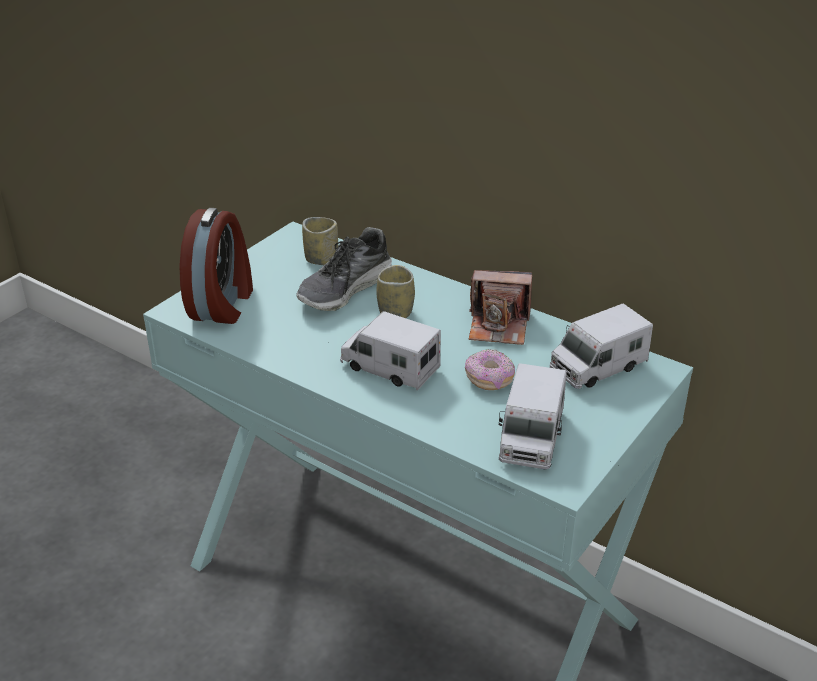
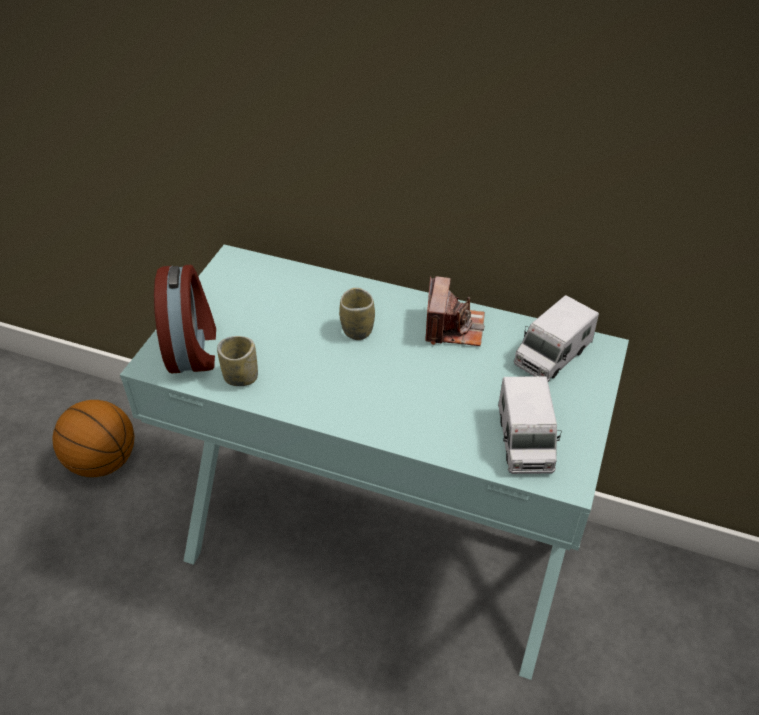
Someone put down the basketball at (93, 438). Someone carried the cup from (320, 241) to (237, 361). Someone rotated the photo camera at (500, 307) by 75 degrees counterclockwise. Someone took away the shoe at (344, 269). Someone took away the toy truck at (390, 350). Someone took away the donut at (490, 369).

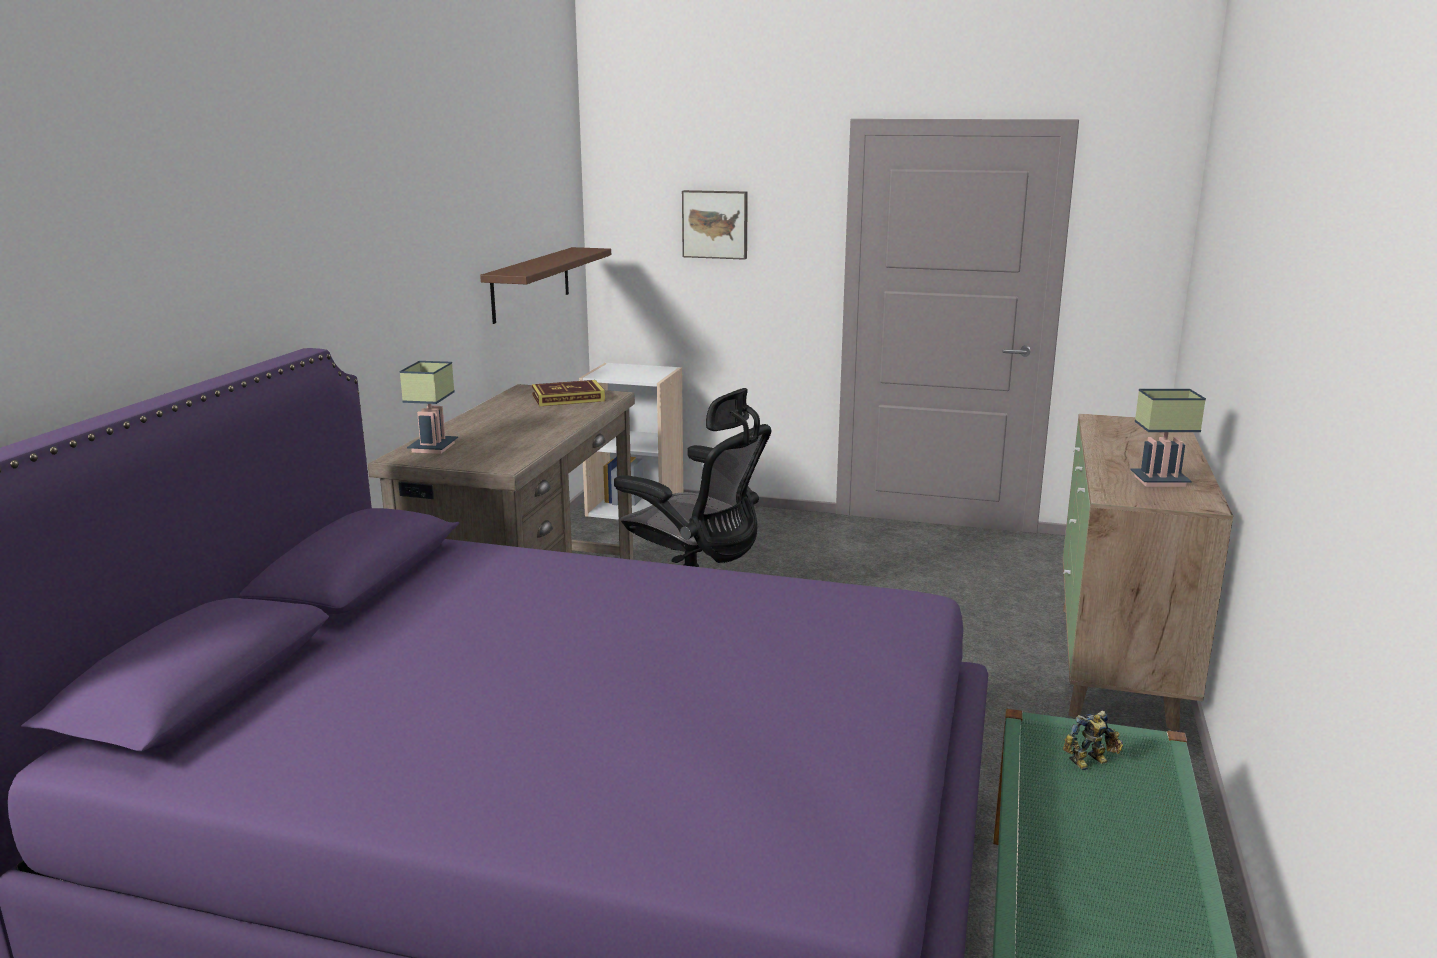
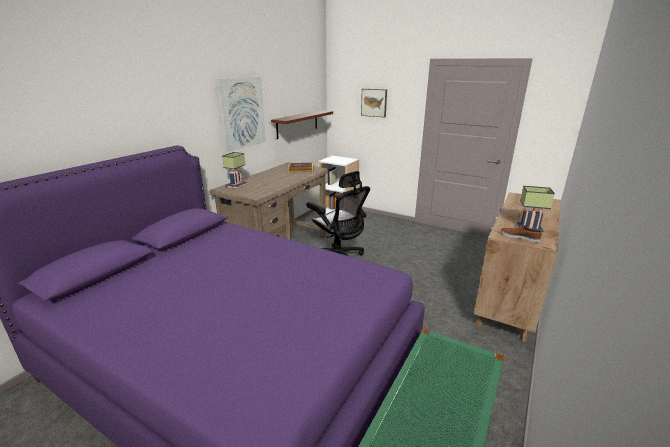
Someone put up the picture at (241, 114). Someone put down the shoe (brown) at (521, 233). Someone took away the toy robot at (1093, 740).

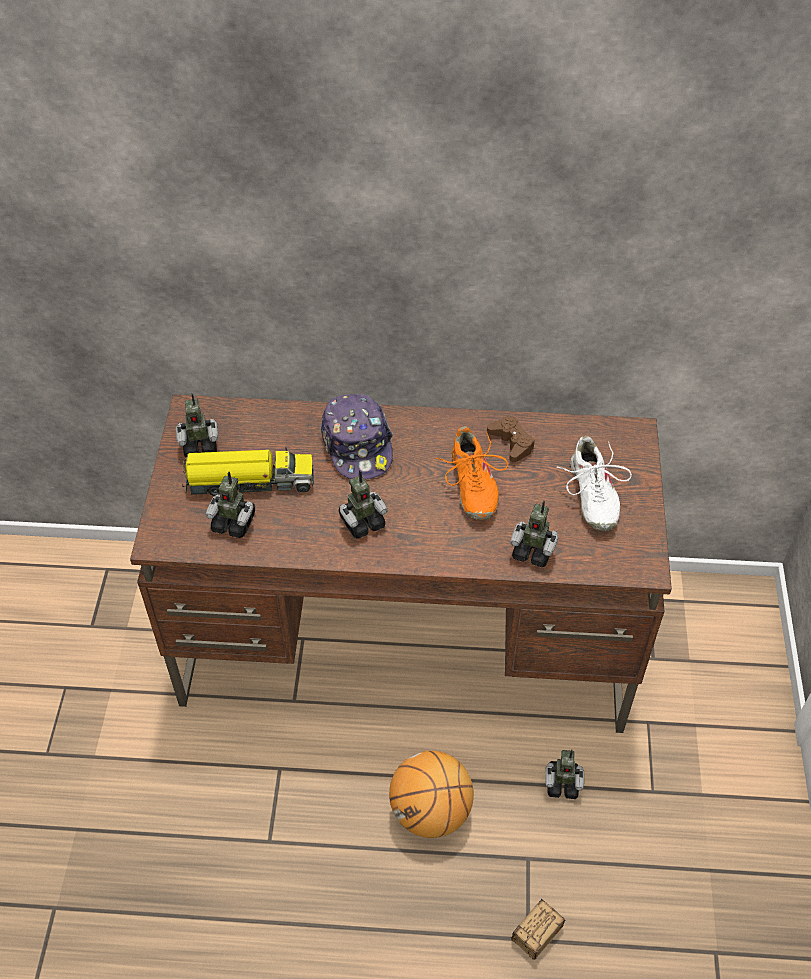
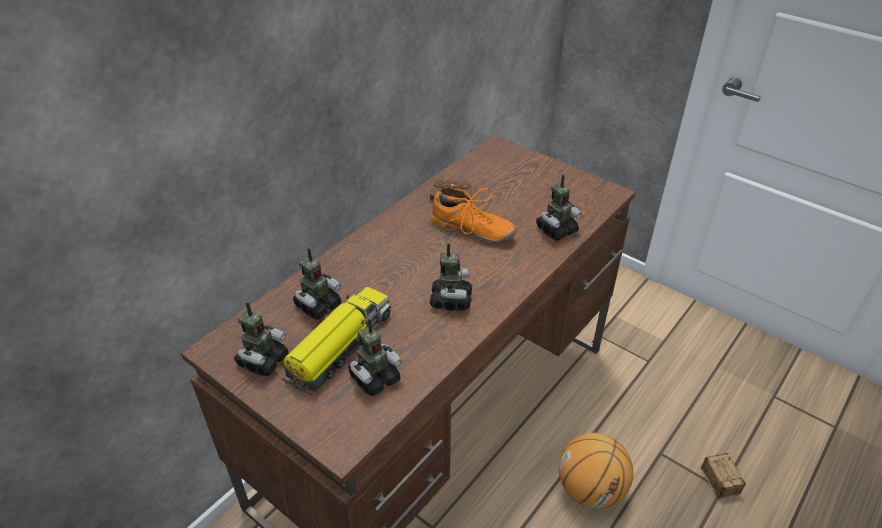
Someone carried the toy robot from (564, 774) to (317, 284). Someone took away the cap at (356, 436). Someone took away the shoe (white) at (594, 483).

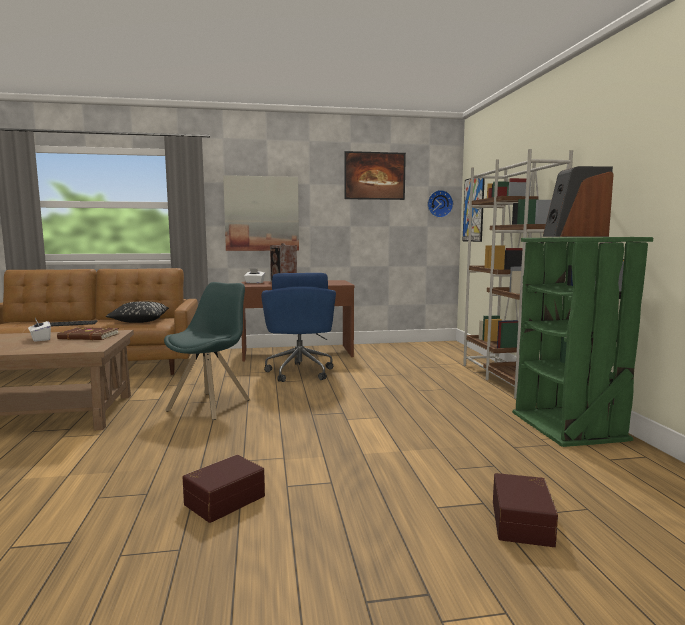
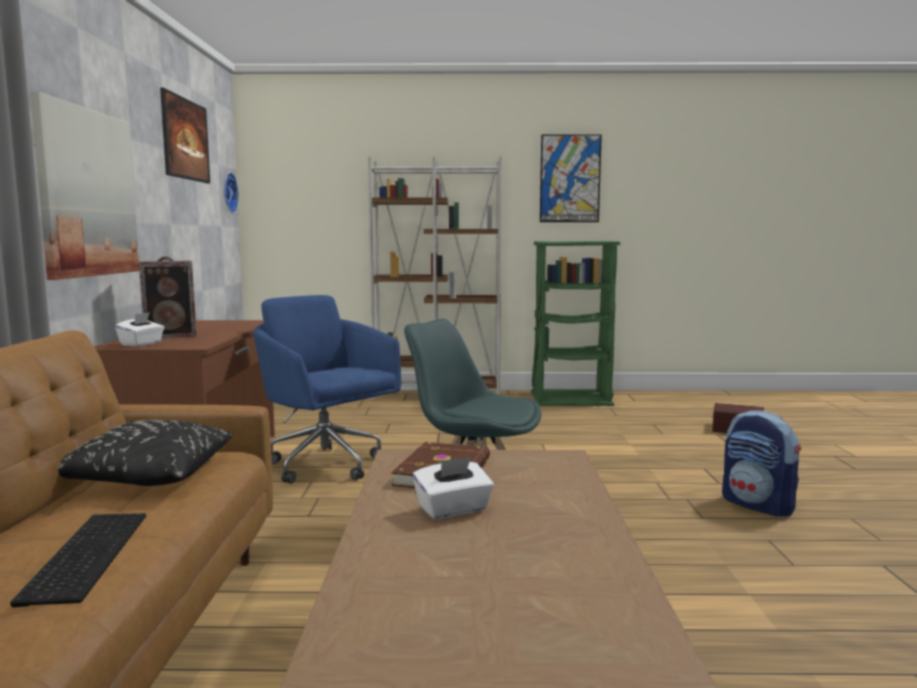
Someone rotated the office chair (blue) at (298, 327) by 135 degrees counterclockwise. Someone carried the picture from (474, 210) to (571, 178). Someone swapped the storage box (brown) at (224, 489) for the backpack at (761, 463). Someone took away the speaker at (578, 201).

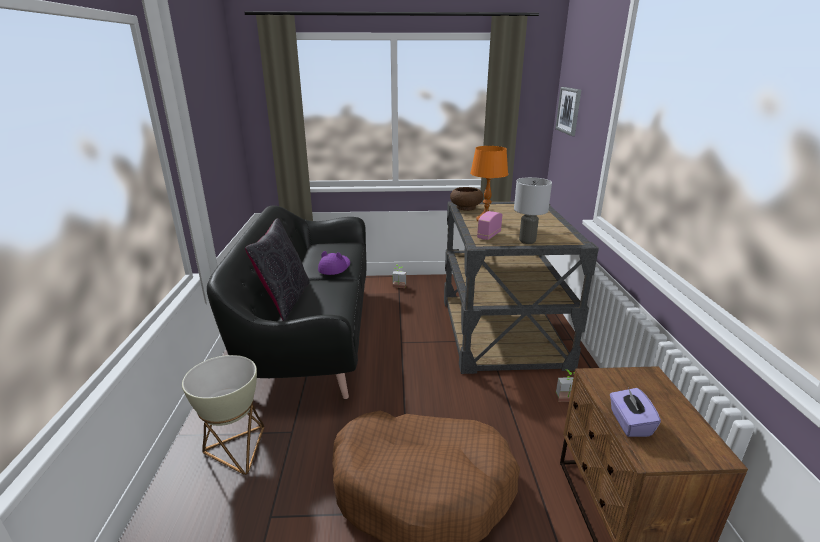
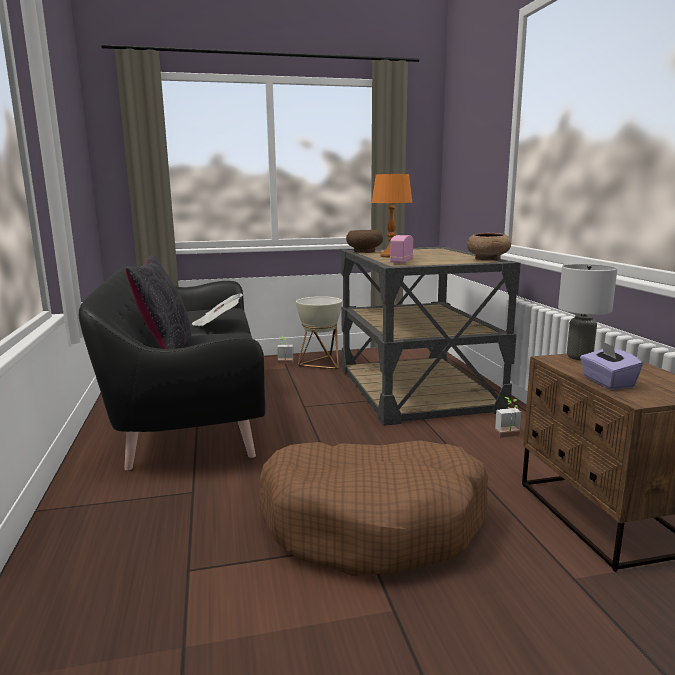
Someone swapped the hat (purple) at (334, 263) for the newspaper at (217, 310). Someone carried the planter from (223, 415) to (319, 332). Someone put down the bowl (brown) at (489, 247). Someone carried the table lamp (white) from (533, 210) to (588, 312). Someone took away the picture at (568, 111).

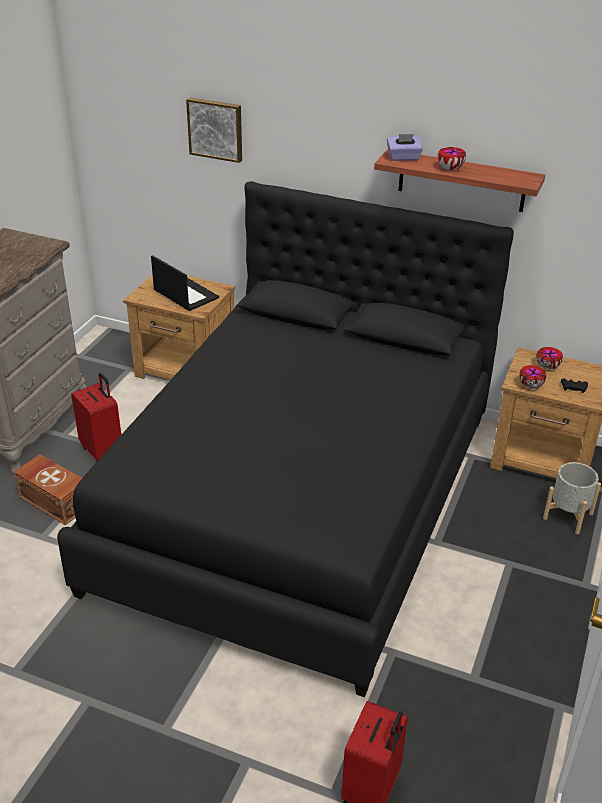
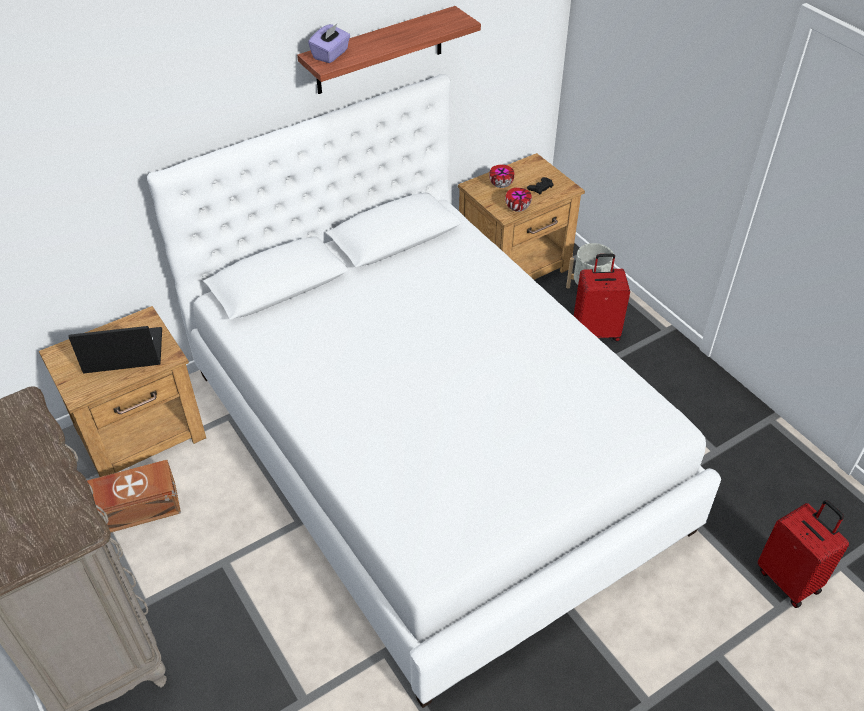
Someone carried the storage box (brown) from (48, 489) to (134, 496). Someone repainted the bed (black) at (285, 439), which became the bed (white) at (434, 391). Someone carried the suitcase (red) from (96, 417) to (602, 297). Someone took away the picture at (214, 130). Someone took away the bowl at (452, 158).

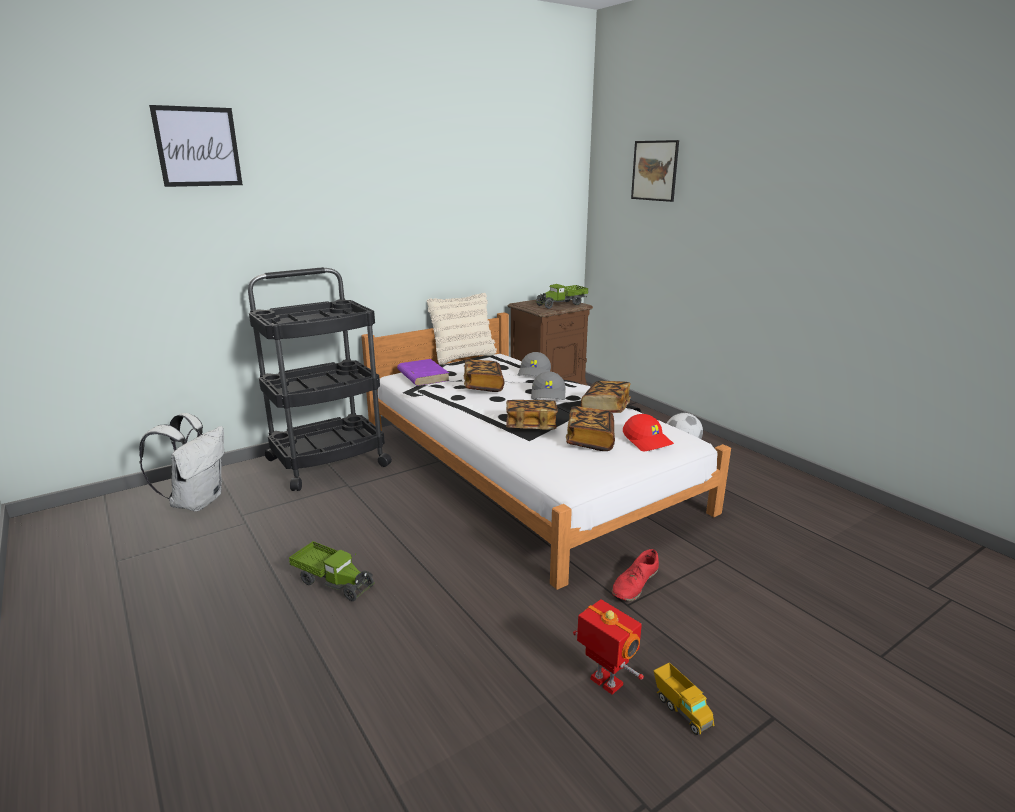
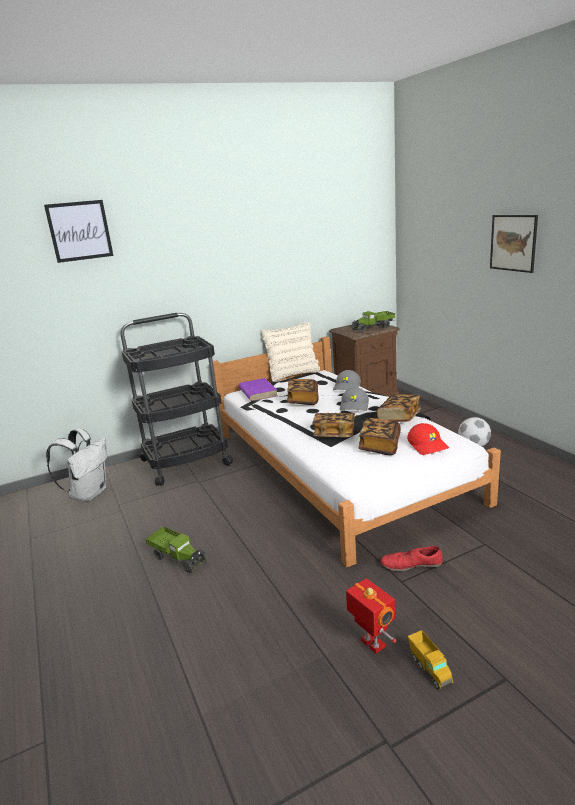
Someone rotated the shoe (red) at (635, 575) by 45 degrees clockwise. Someone carried the picture from (655, 171) to (514, 244).

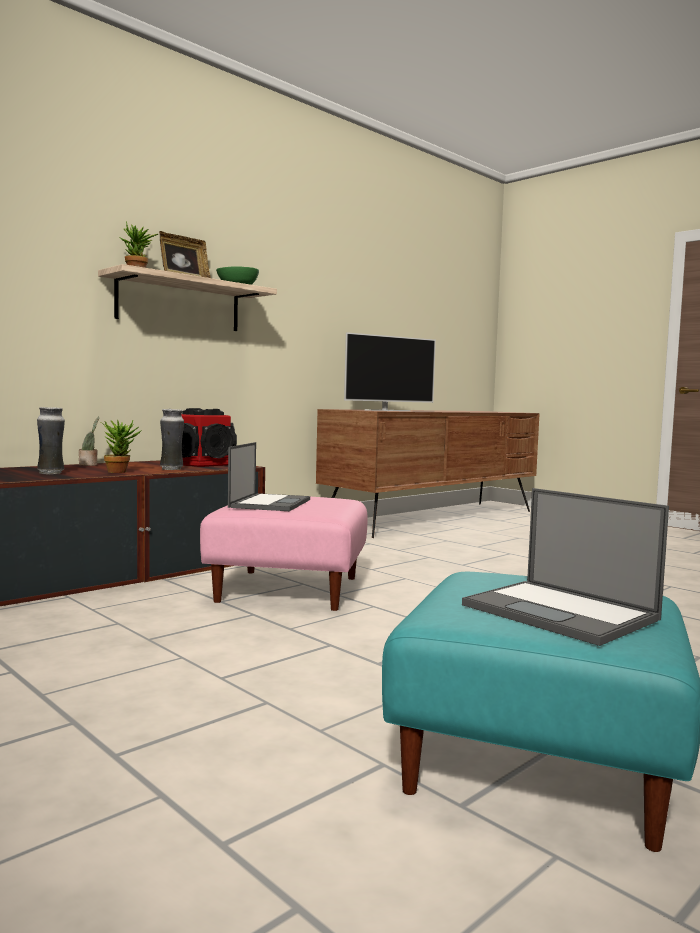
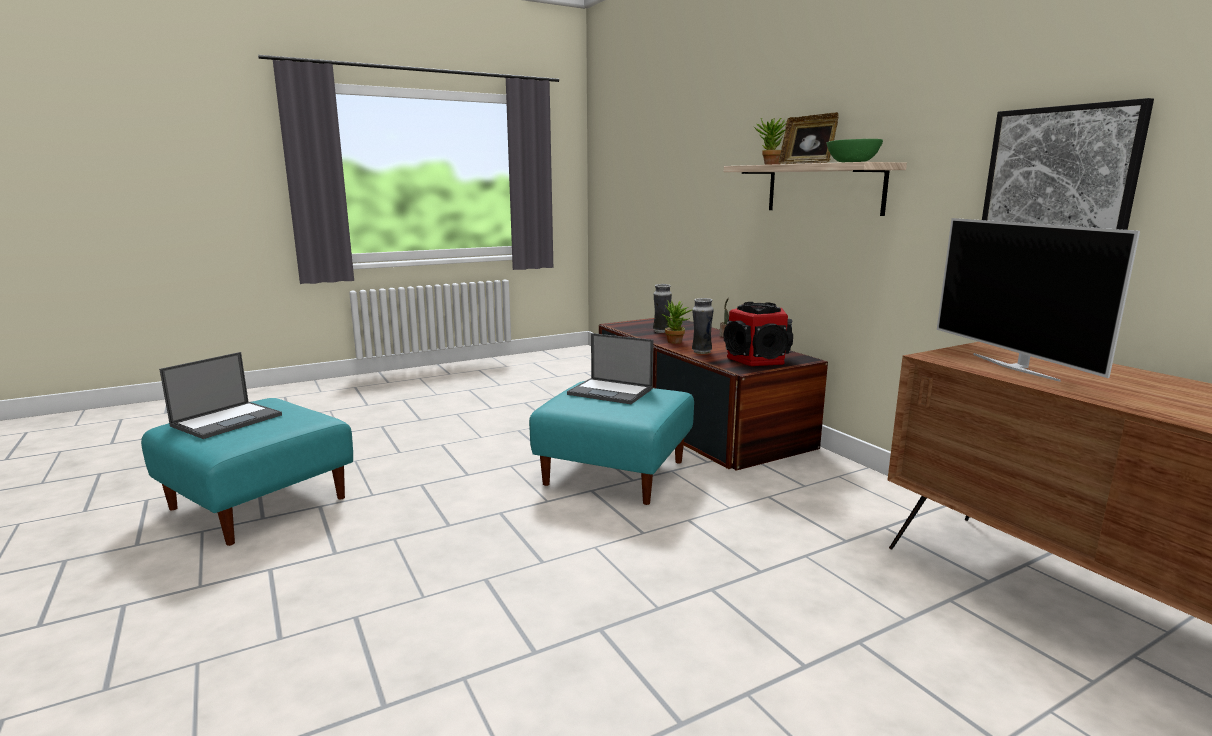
Someone rotated the laptop at (565, 567) by 150 degrees clockwise. Someone repainted the ottoman (pink) at (284, 554), which became the ottoman (turquoise) at (611, 443). Someone put up the picture at (1068, 164).

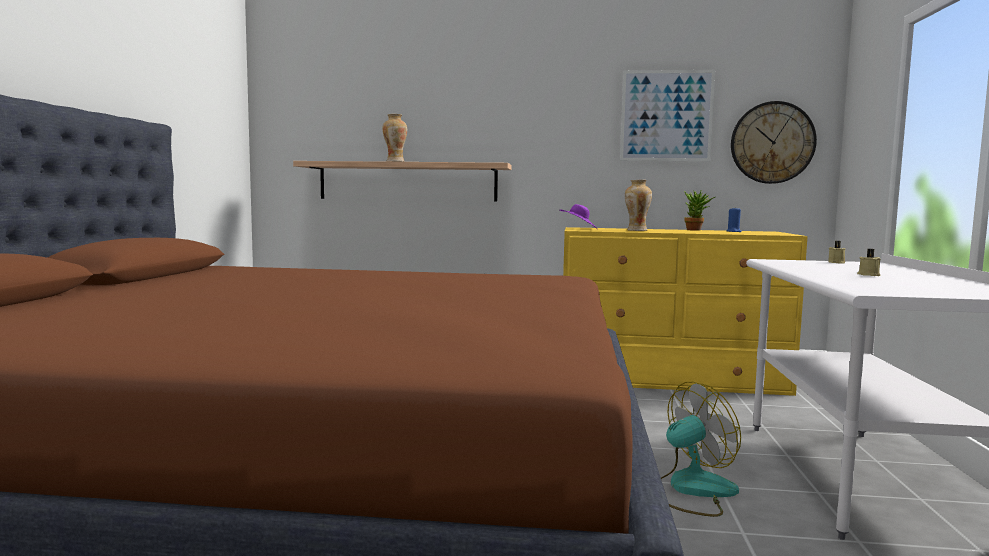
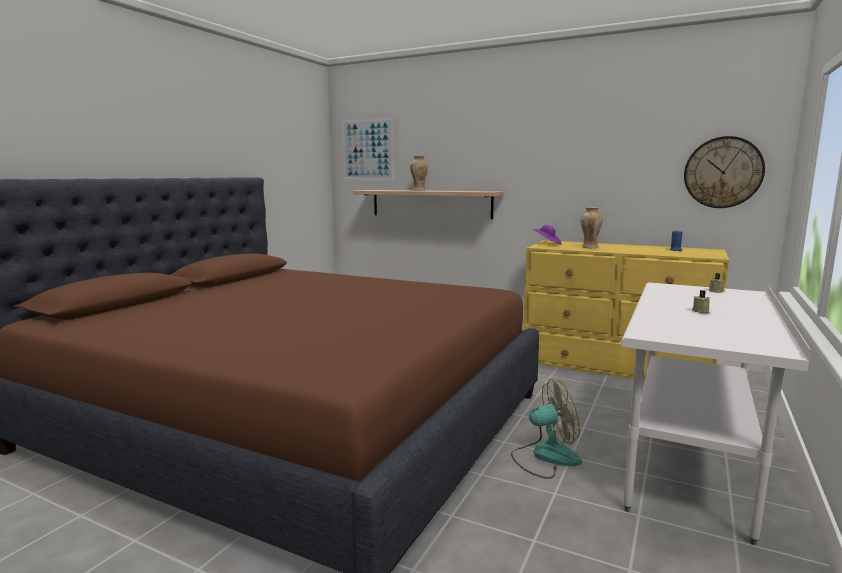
Someone carried the picture from (667, 115) to (368, 149). Someone took away the potted plant at (699, 210).

